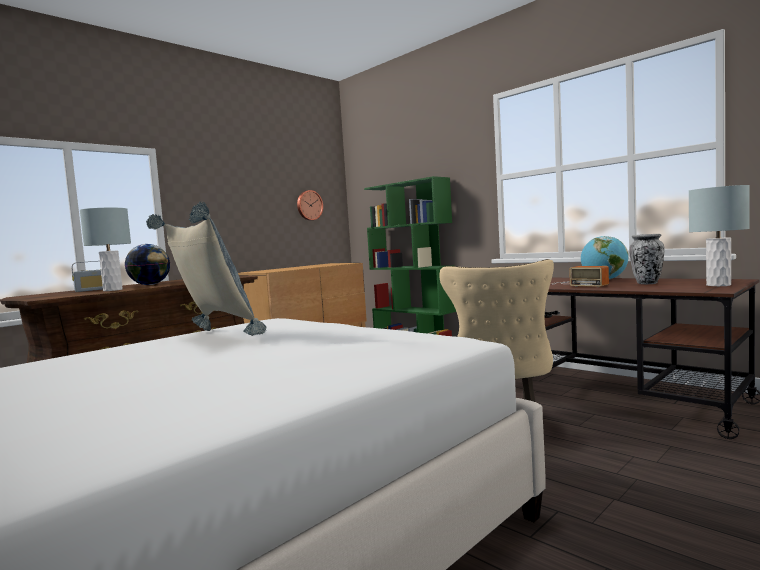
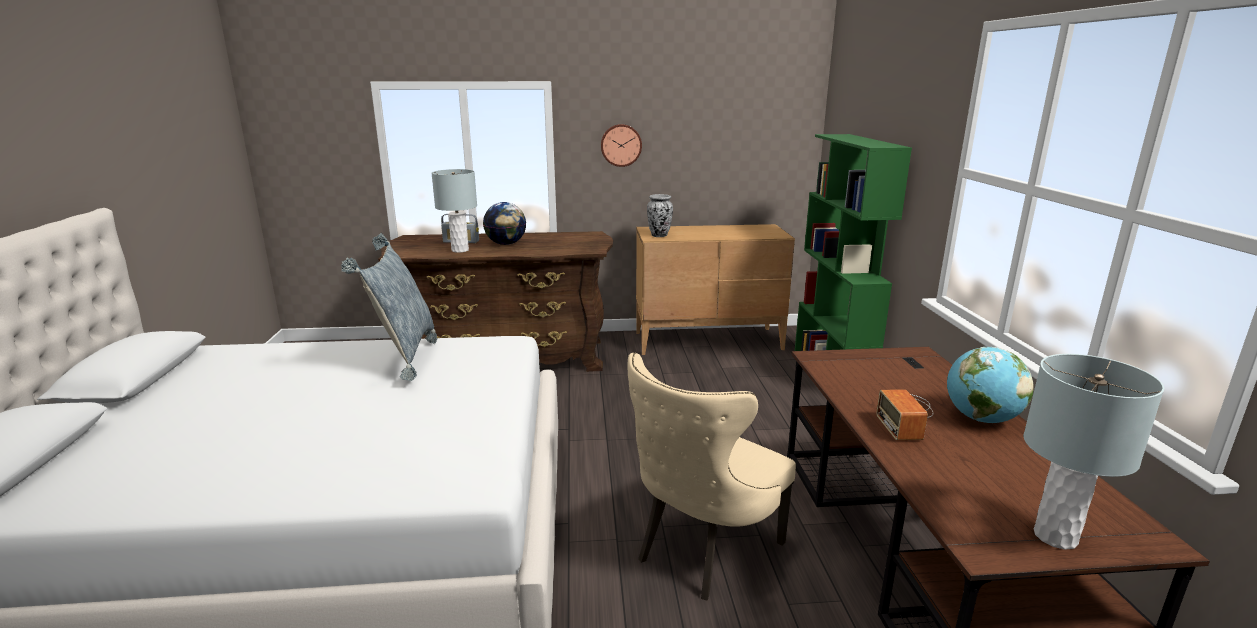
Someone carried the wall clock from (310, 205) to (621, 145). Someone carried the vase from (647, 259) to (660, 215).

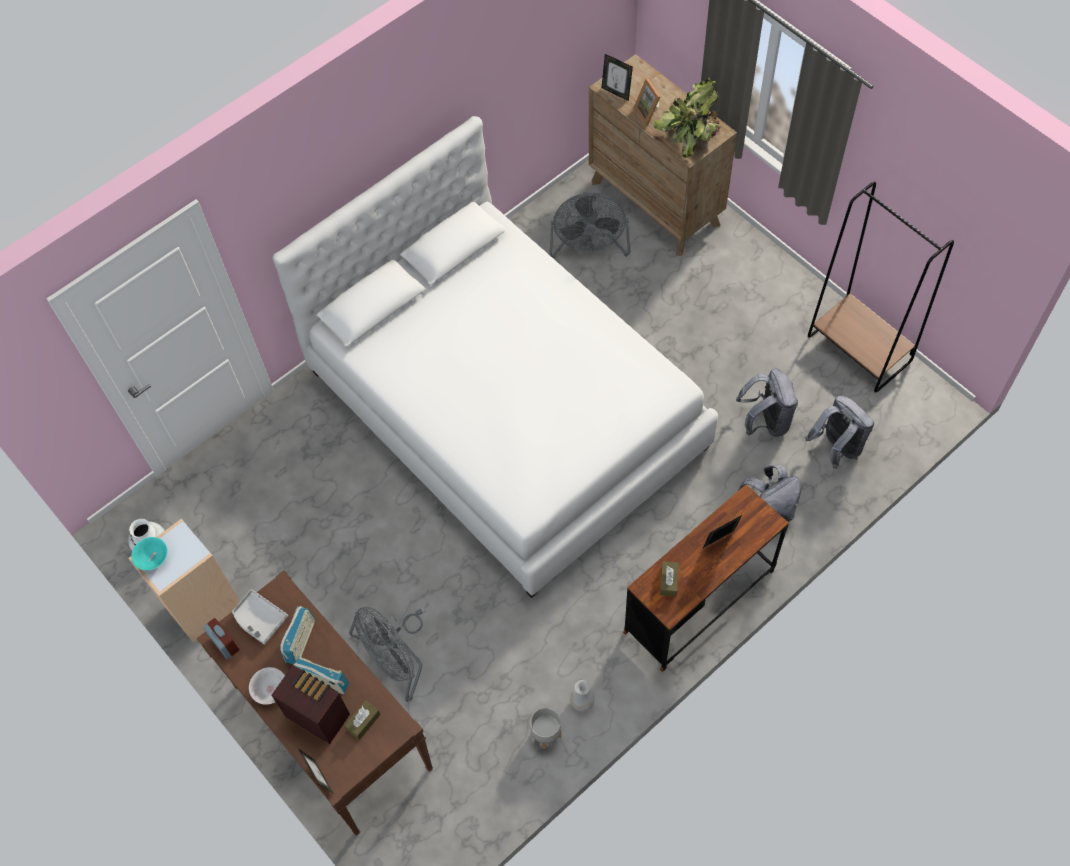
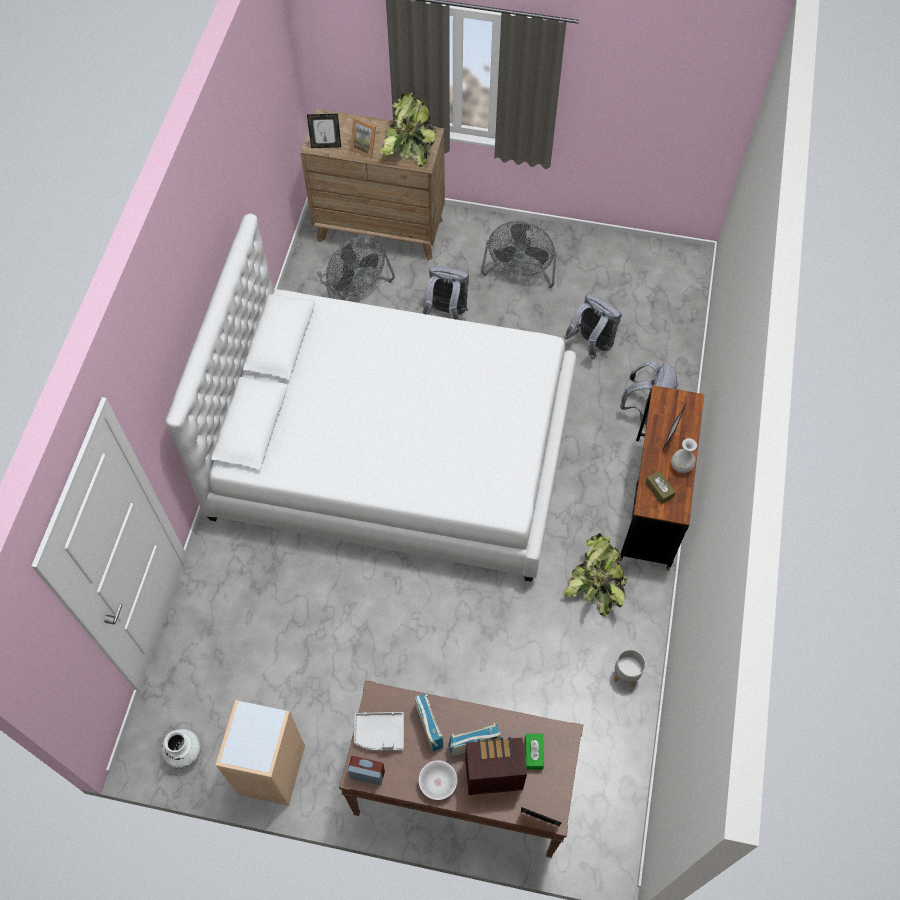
Someone carried the backpack (grey) from (839, 432) to (446, 293). Someone carried the fan (grey) from (386, 654) to (519, 254). Someone repainted the tissue box (brown) at (362, 720), which became the tissue box (green) at (534, 752). Someone put down the potted plant at (595, 575). Someone carried the vase (white) from (582, 696) to (684, 455). Someone took away the bowl (turquoise) at (149, 553). Someone took away the clothes rack at (881, 287).

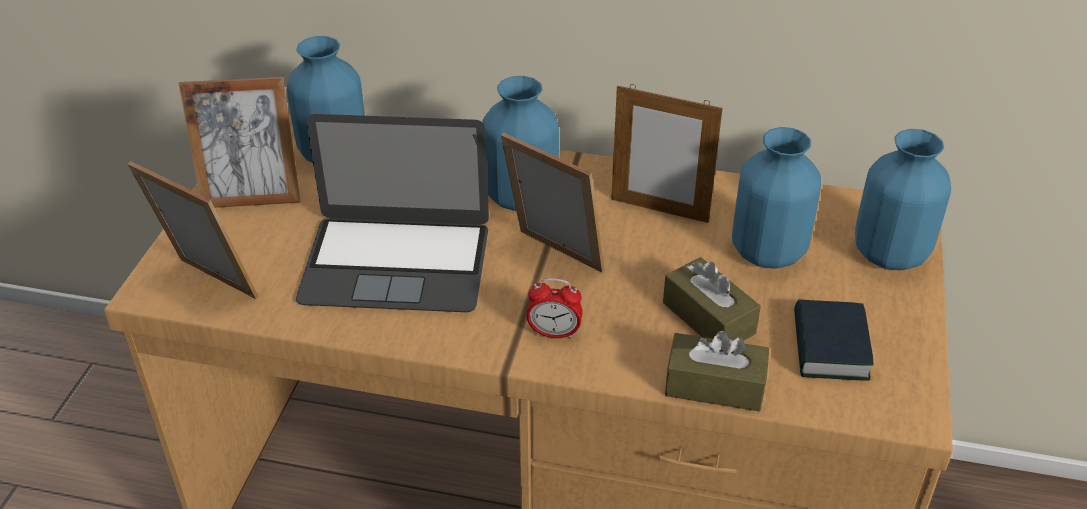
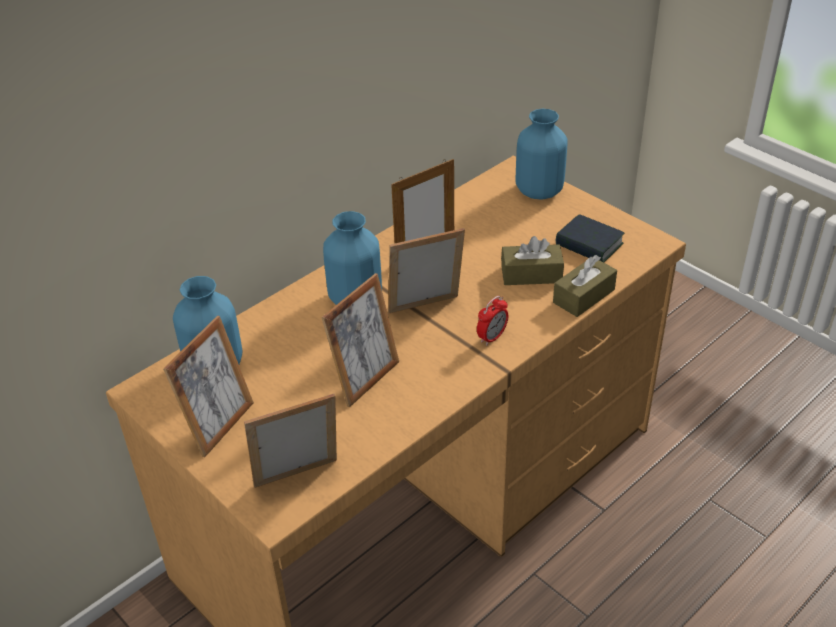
Someone swapped the laptop at (392, 213) for the picture frame at (360, 340). Someone took away the vase (blue) at (776, 198).

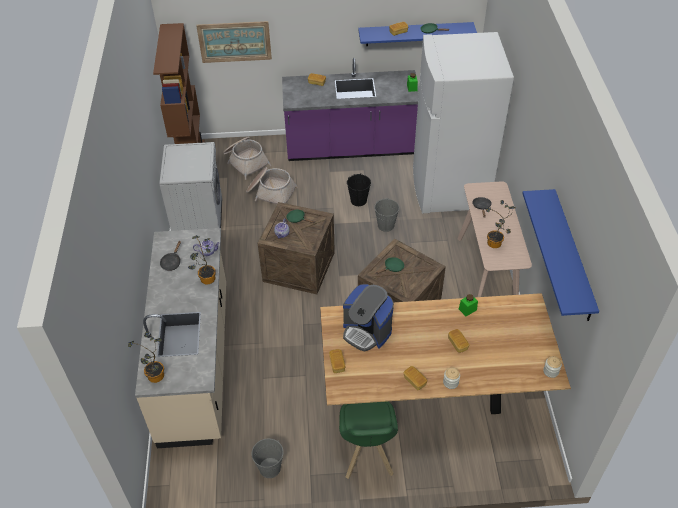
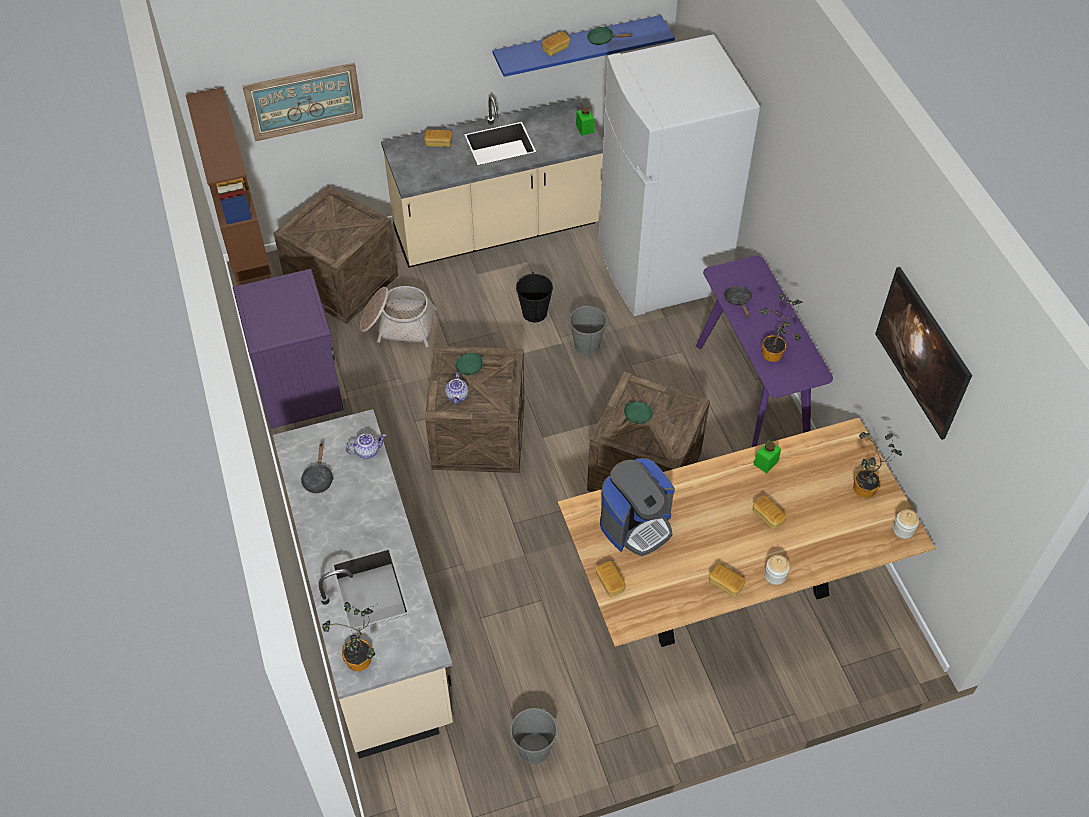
Someone repainted the washing machine (white) at (190, 186), which became the washing machine (purple) at (288, 349). Someone swapped the basket at (247, 158) for the crate at (335, 255). Someone repainted the counter (purple) at (350, 109), which became the counter (beige) at (492, 182). Someone rotated the coffee machine at (368, 318) by 60 degrees counterclockwise. Someone repainted the console table (beige) at (494, 239), which became the console table (purple) at (764, 351). Someone carried the potted plant from (202, 259) to (877, 465). Someone swapped the shelf (blue) at (560, 255) for the picture at (923, 353). Someone took away the chair (green) at (368, 440).

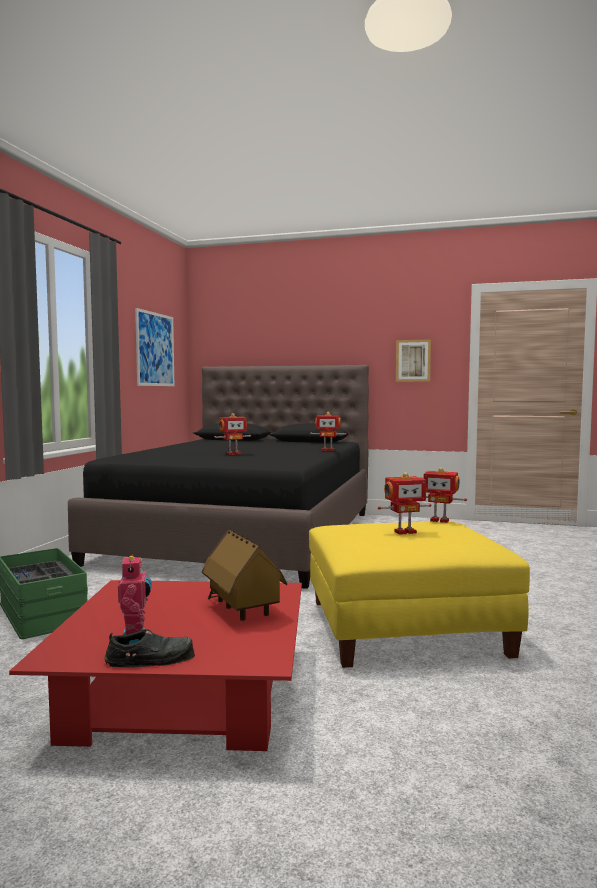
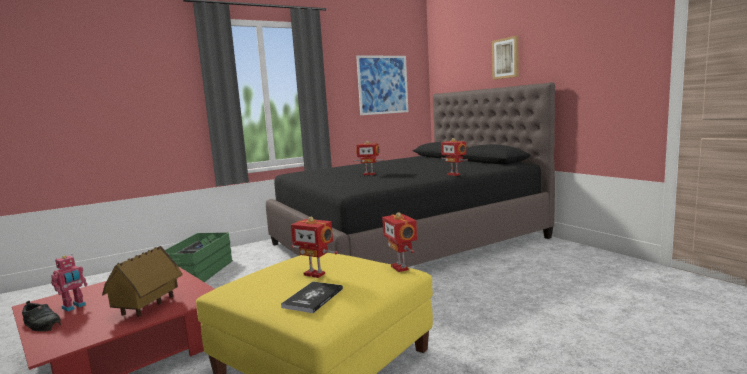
Someone put down the book at (312, 297). Someone carried the picture from (413, 360) to (505, 58).

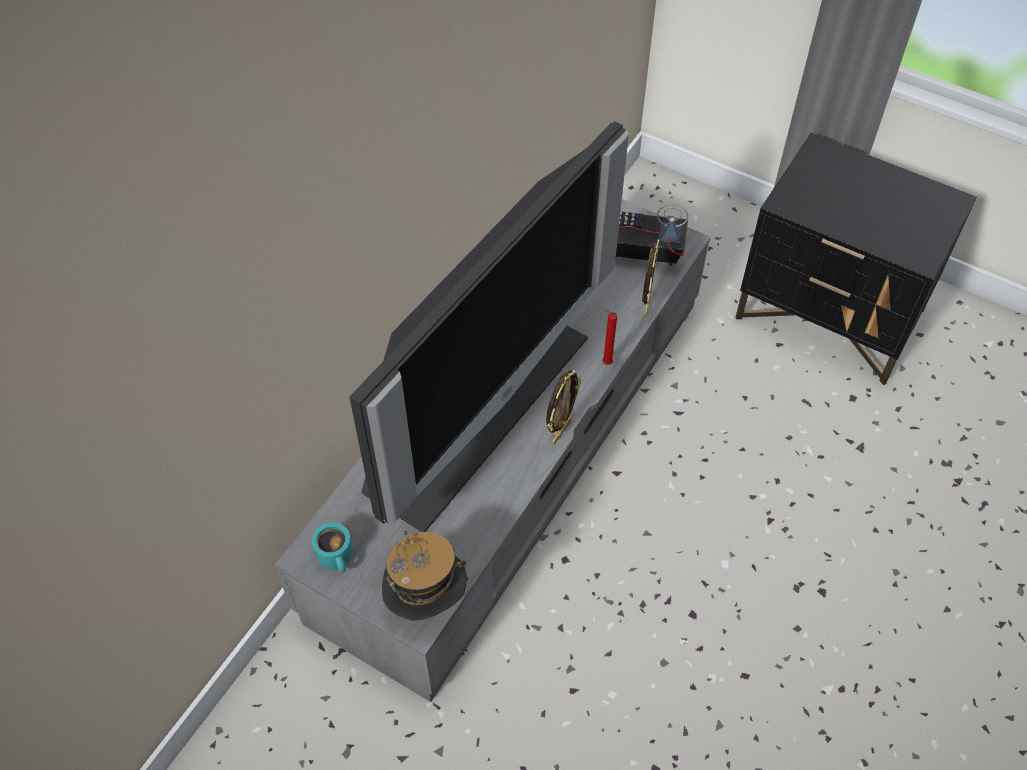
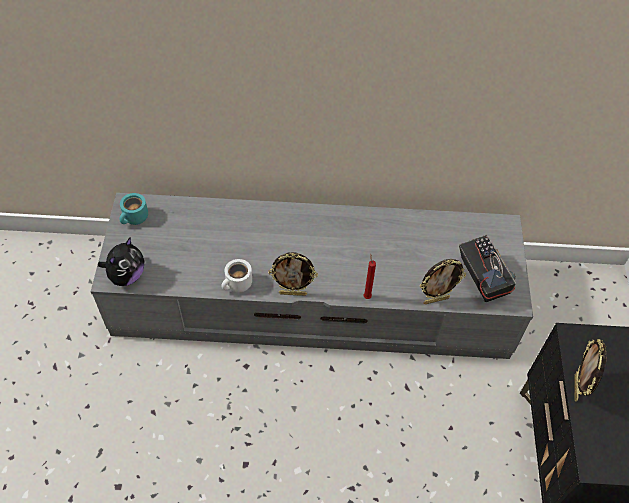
Someone swapped the hat at (425, 575) for the plush toy at (121, 261). Someone put down the mug (white) at (236, 276). Someone put down the picture frame at (591, 370). Someone took away the television at (489, 326).

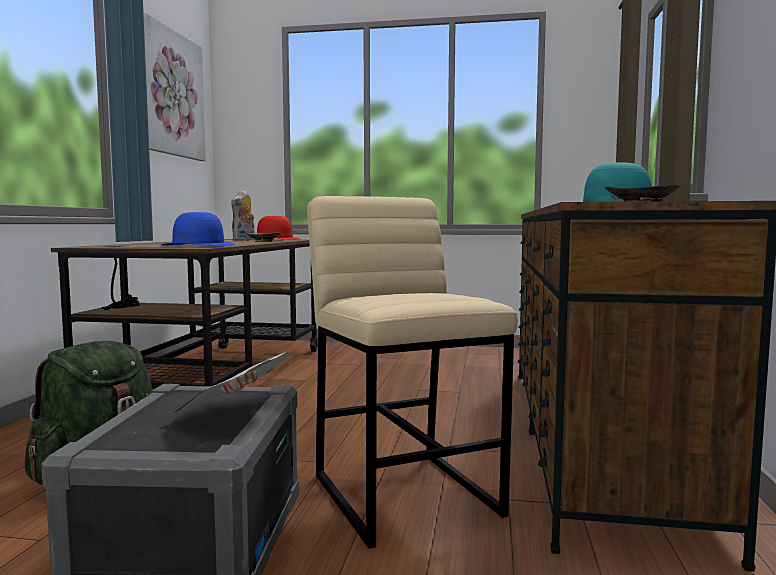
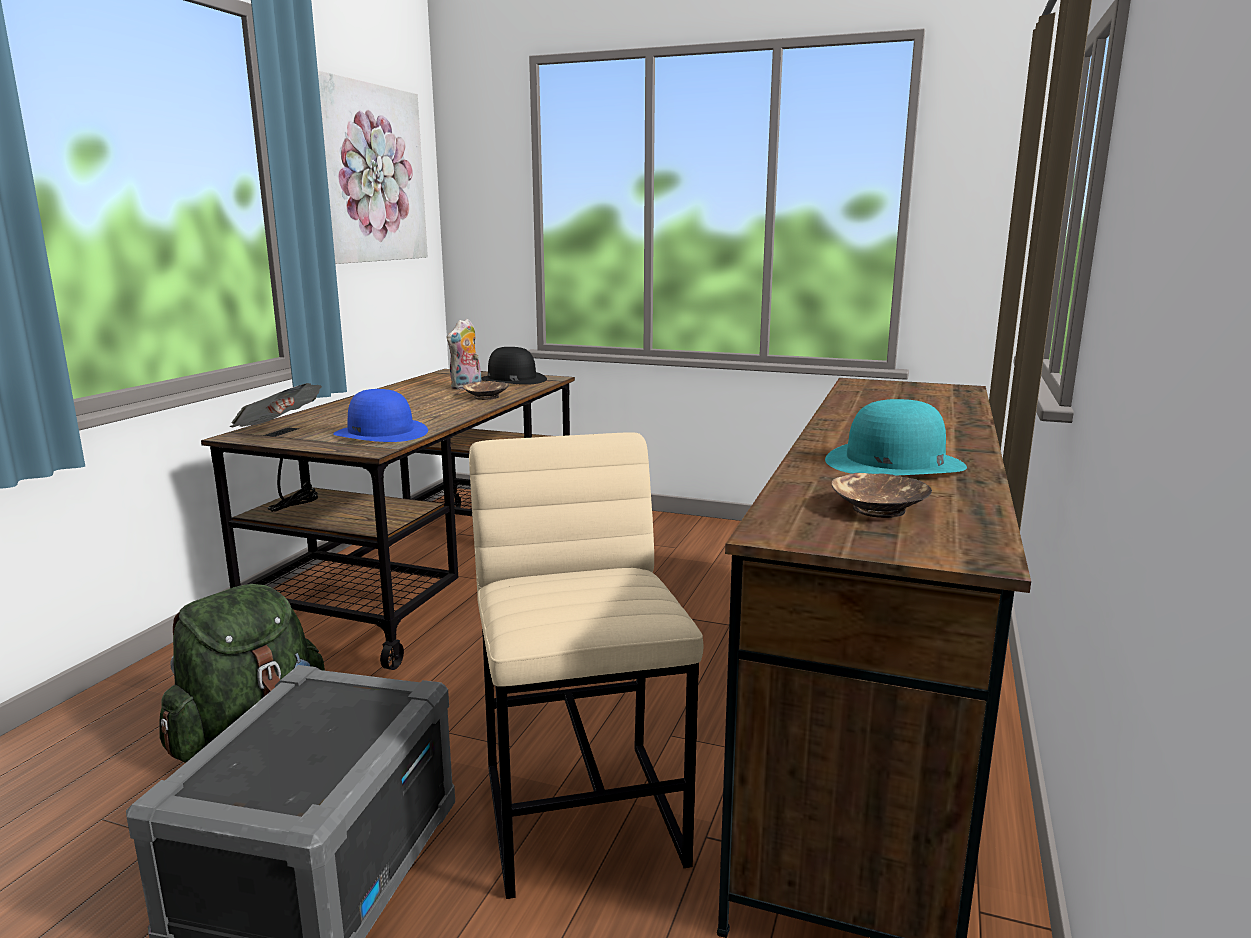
Someone carried the newspaper from (229, 384) to (276, 405). Someone repainted the hat (red) at (278, 228), which became the hat (black) at (514, 366).

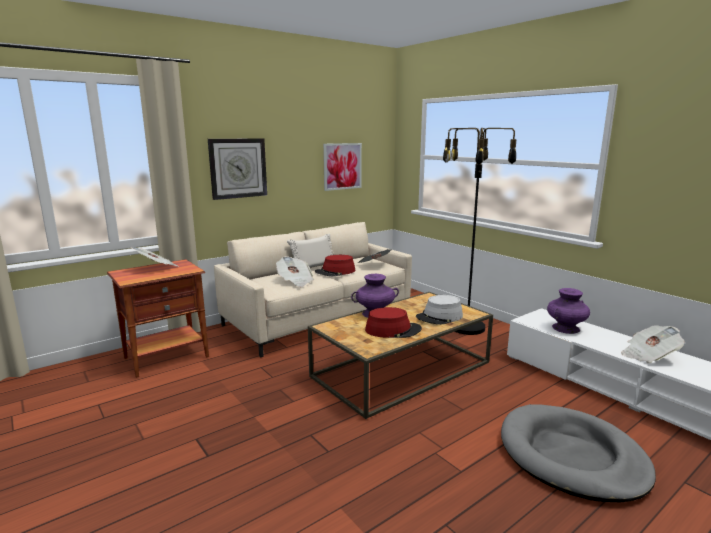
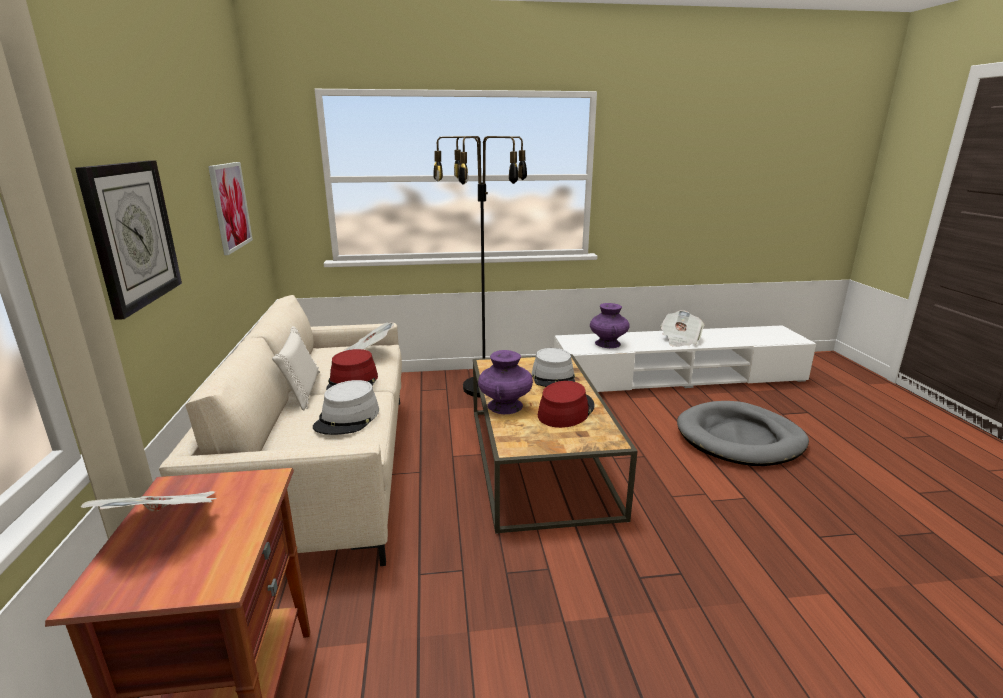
Someone swapped the newspaper at (295, 271) for the hat (grey) at (346, 407).

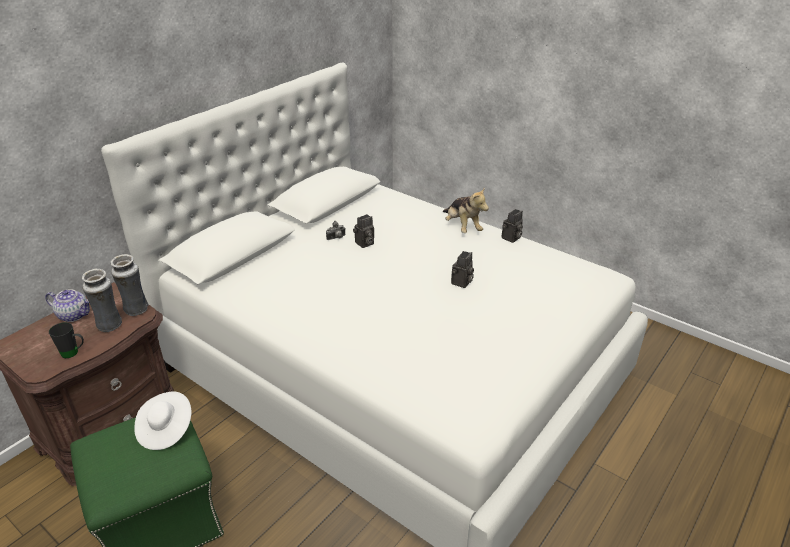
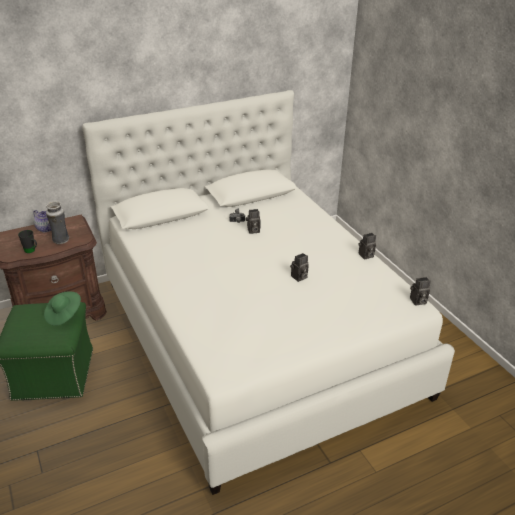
Someone repainted the hat (white) at (162, 420), which became the hat (green) at (62, 308). Someone put down the photo camera at (420, 291). Someone took away the vase at (129, 285). Someone took away the plush toy at (466, 210).

